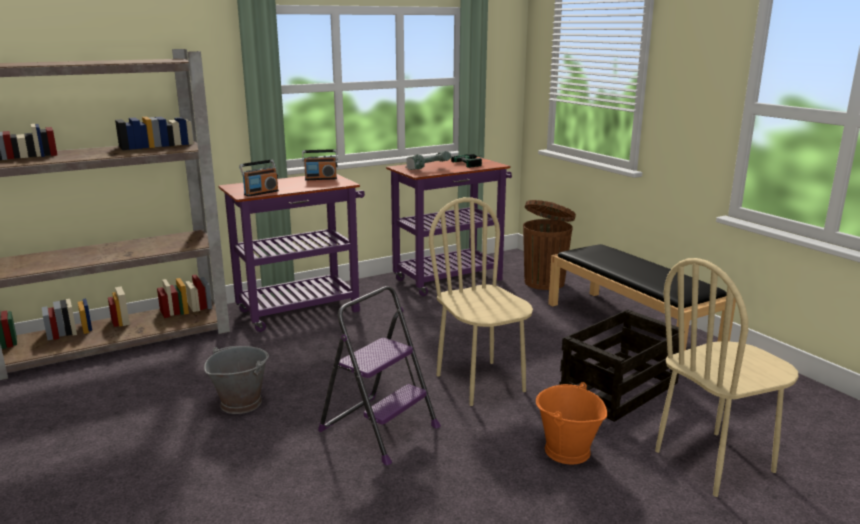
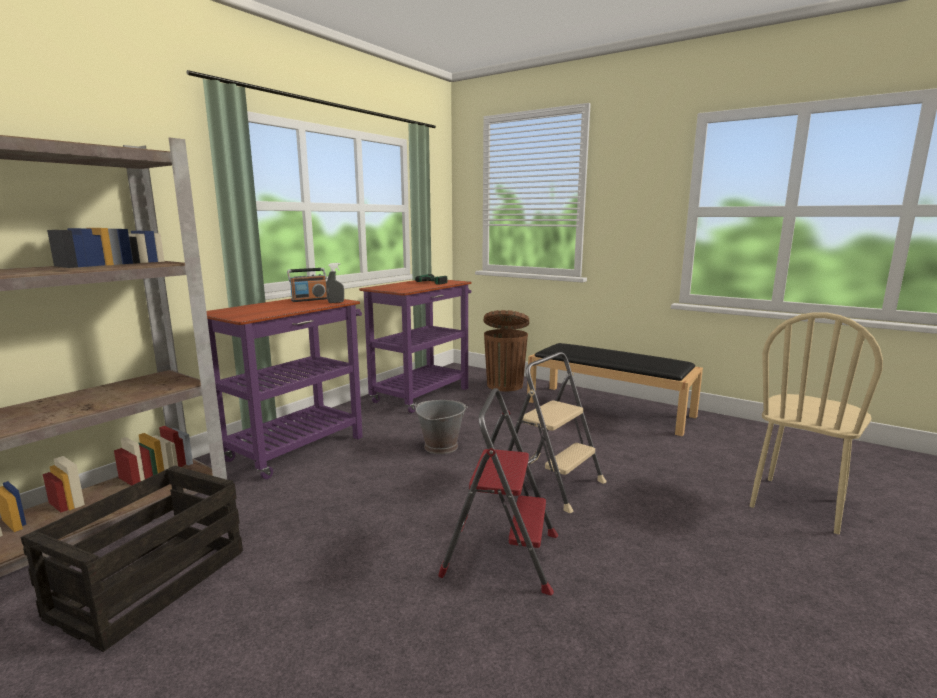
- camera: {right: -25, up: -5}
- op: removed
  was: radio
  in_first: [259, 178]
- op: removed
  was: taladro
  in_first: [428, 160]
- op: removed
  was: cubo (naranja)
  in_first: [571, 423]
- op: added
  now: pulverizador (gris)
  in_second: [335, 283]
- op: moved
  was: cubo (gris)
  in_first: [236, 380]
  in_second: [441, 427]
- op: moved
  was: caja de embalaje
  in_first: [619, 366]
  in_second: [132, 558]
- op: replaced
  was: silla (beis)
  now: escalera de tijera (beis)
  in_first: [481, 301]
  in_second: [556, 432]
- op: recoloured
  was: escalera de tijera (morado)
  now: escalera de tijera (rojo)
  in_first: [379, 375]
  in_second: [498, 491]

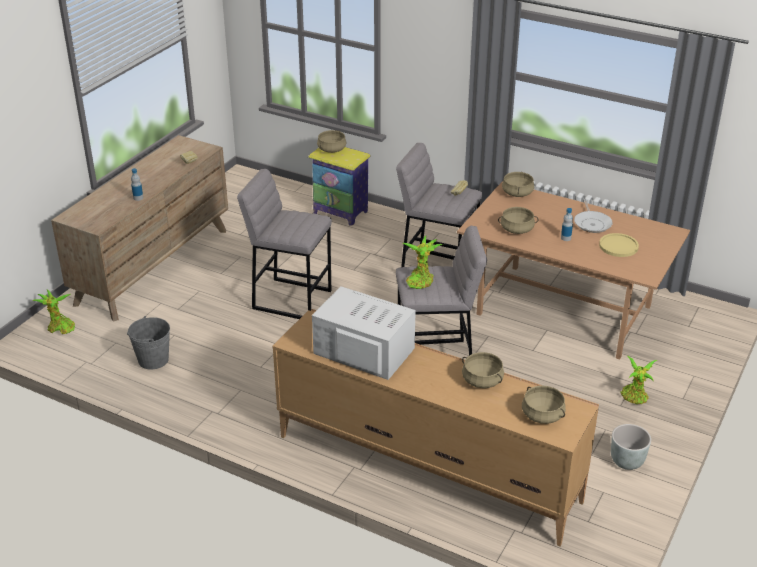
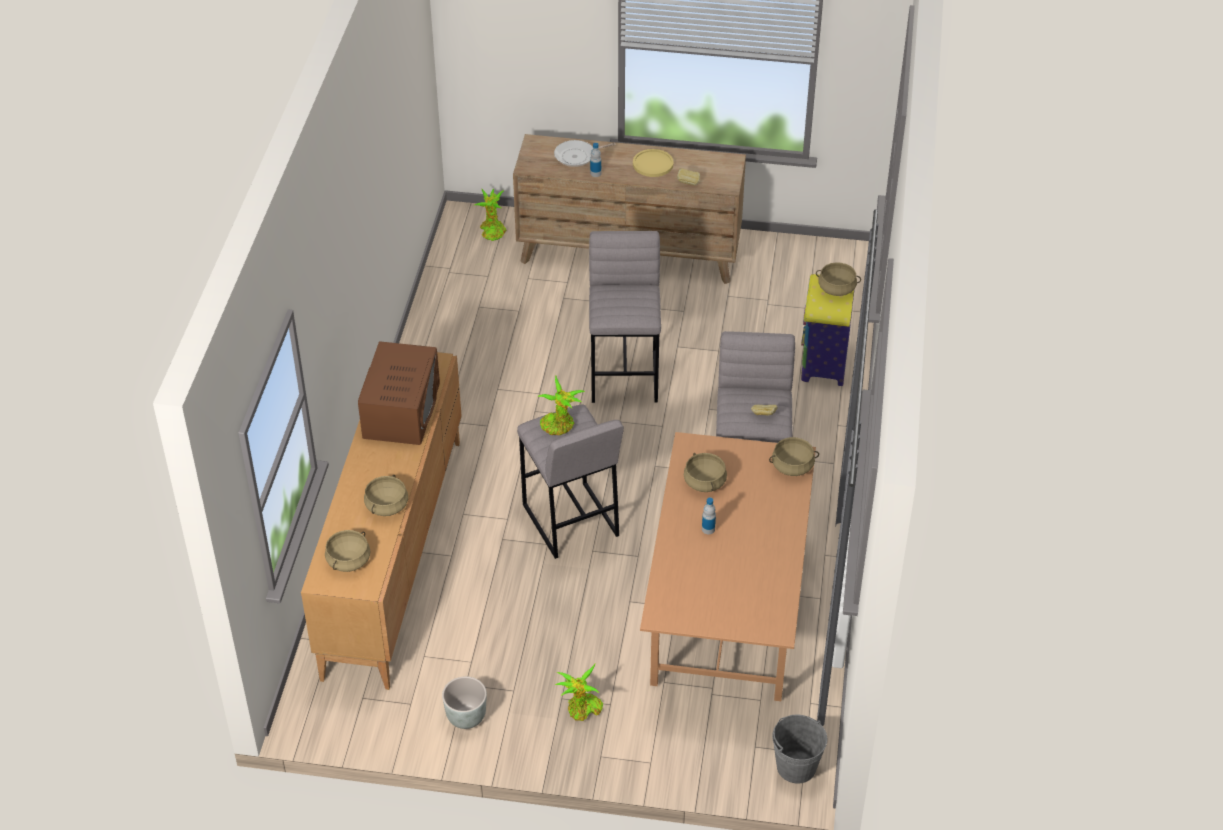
- camera: {right: 70, up: 10}
- op: moved
  was: cubo (gris)
  in_first: [148, 343]
  in_second: [800, 749]
- op: moved
  was: sartén
  in_first: [593, 217]
  in_second: [584, 153]
- op: moved
  was: plato (amarillo)
  in_first: [619, 245]
  in_second: [653, 163]
- op: recoloured
  was: microondas (blanco)
  now: microondas (marrón)
  in_first: [364, 333]
  in_second: [399, 393]

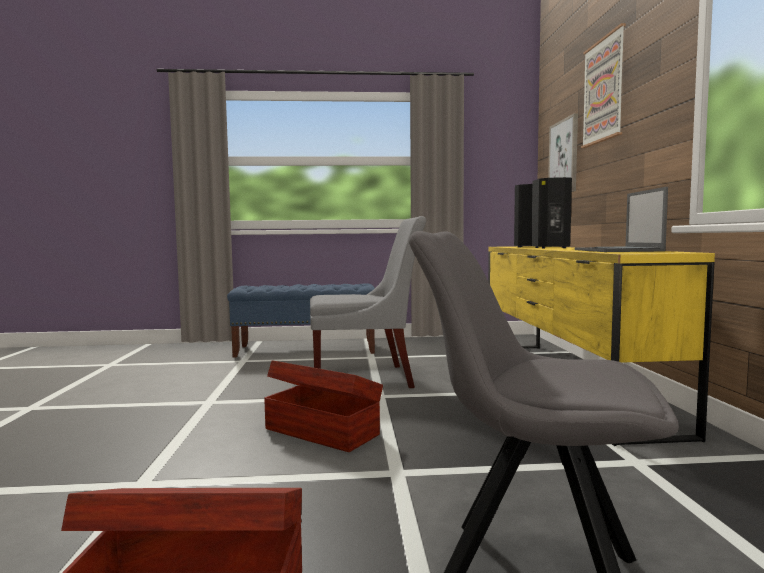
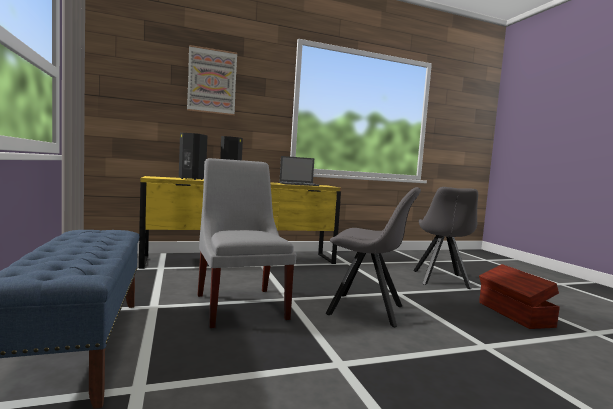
- camera: {right: -105, up: 0}
- op: removed
  was: cuadro
  in_first: [563, 152]
- op: replaced
  was: caja de almacenaje (marrón)
  now: silla (gris)
  in_first: [323, 406]
  in_second: [373, 257]

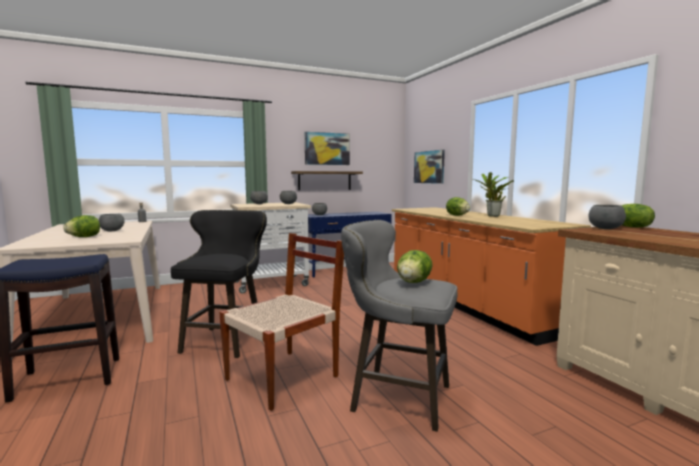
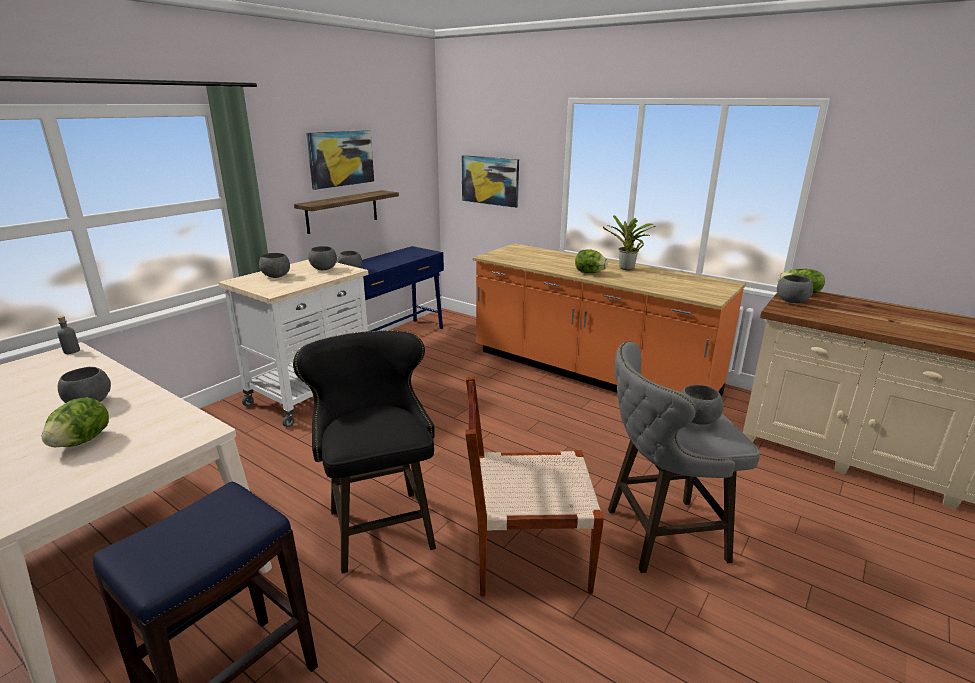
- camera: {right: -30, up: 15}
- op: replaced
  was: lechuga
  now: cuenco (gris)
  in_first: [415, 266]
  in_second: [702, 405]
- op: turned
  was: silla
  in_first: [282, 322]
  in_second: [534, 486]
  clockwise: -105

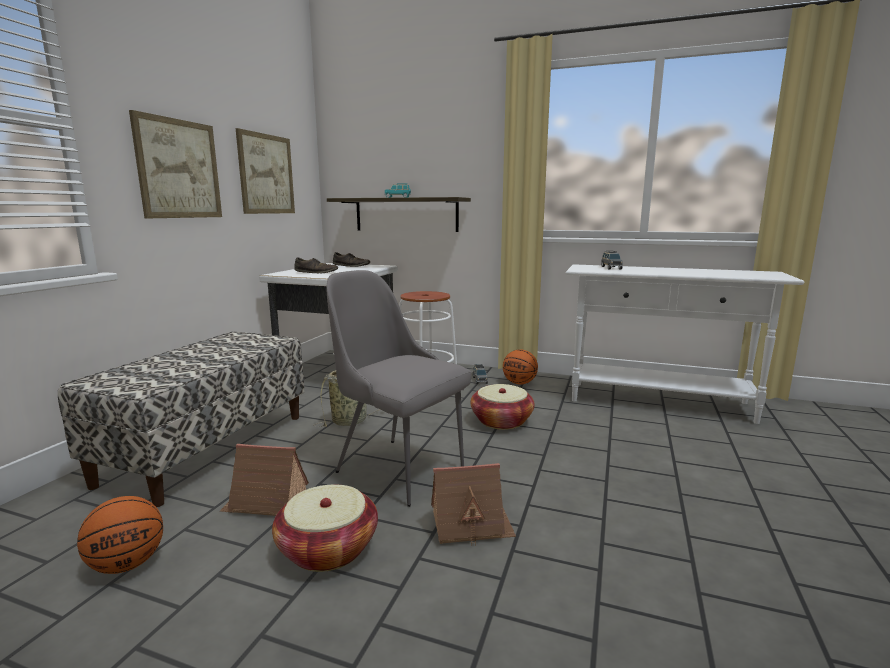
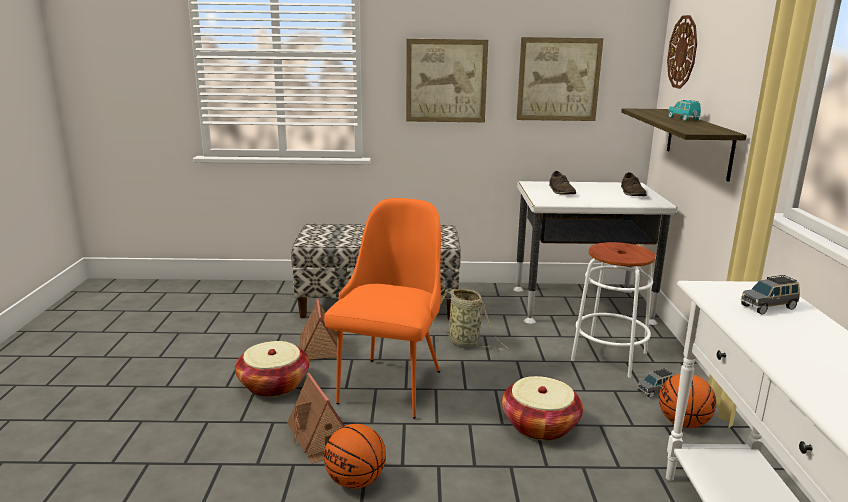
- camera: {right: 70, up: 5}
- op: added
  now: reloj de pared
  in_second: [682, 52]
- op: moved
  was: balón de baloncesto
  in_first: [120, 535]
  in_second: [355, 456]
- op: recoloured
  was: silla (gris)
  now: silla (naranja)
  in_first: [399, 388]
  in_second: [382, 308]

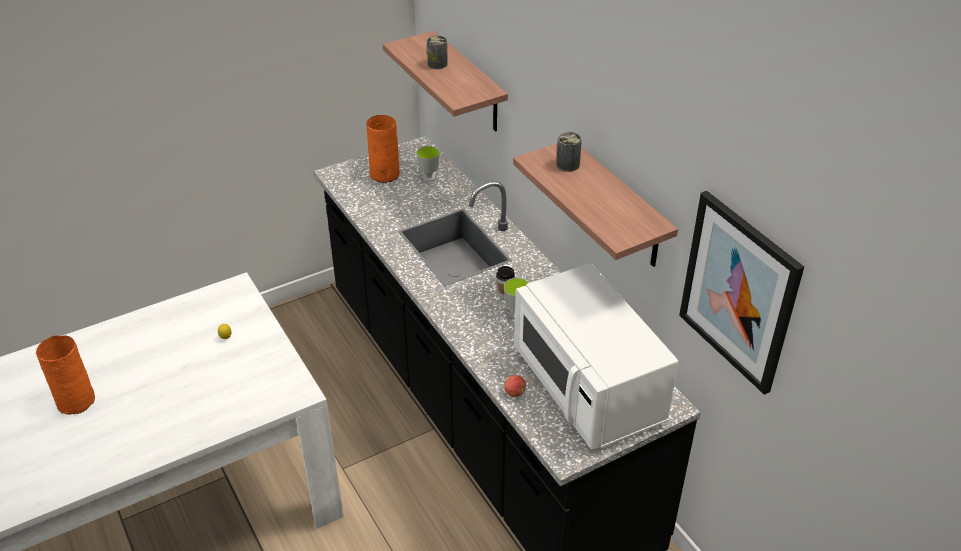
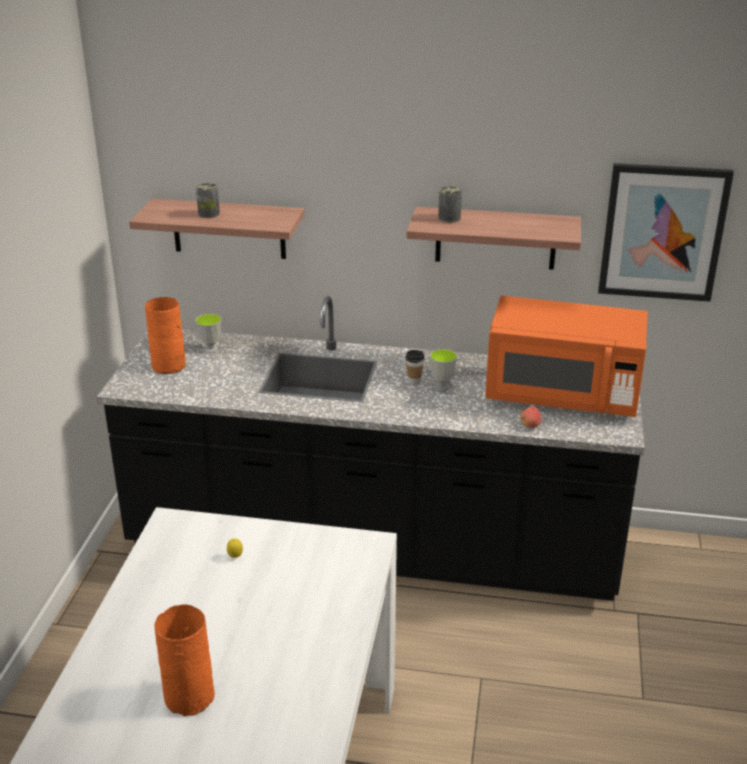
- camera: {right: -50, up: -10}
- op: recoloured
  was: microondas (blanco)
  now: microondas (naranja)
  in_first: [596, 356]
  in_second: [566, 356]

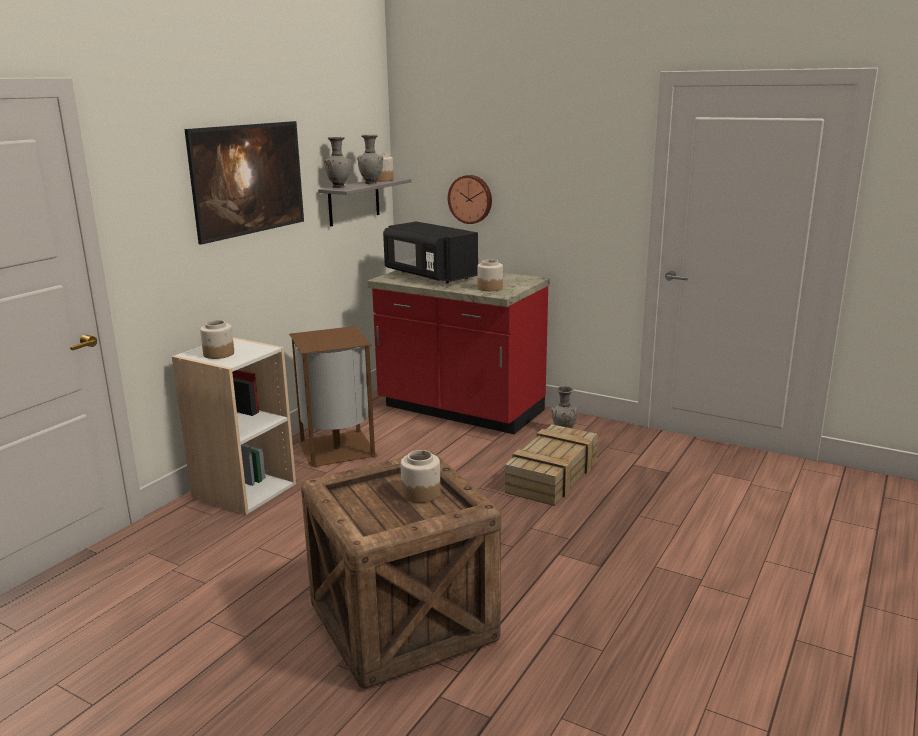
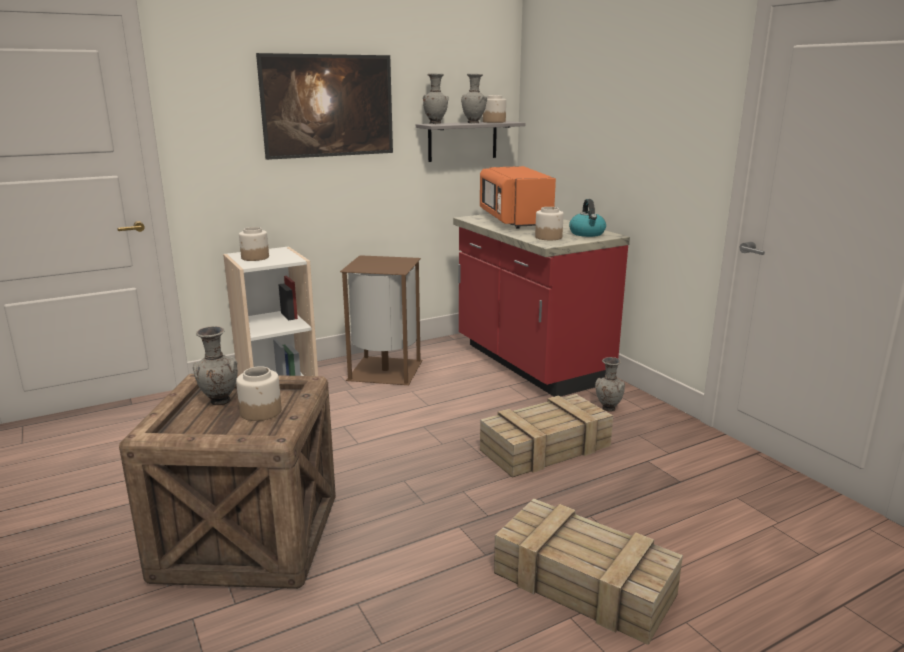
- camera: {right: 30, up: 0}
- op: removed
  was: reloj de pared
  in_first: [470, 199]
- op: added
  now: florero (gris)
  in_second: [215, 365]
- op: added
  now: caja de embalaje
  in_second: [588, 572]
- op: added
  now: hervidor
  in_second: [587, 218]
- op: recoloured
  was: microondas (negro)
  now: microondas (naranja)
  in_first: [430, 253]
  in_second: [518, 197]

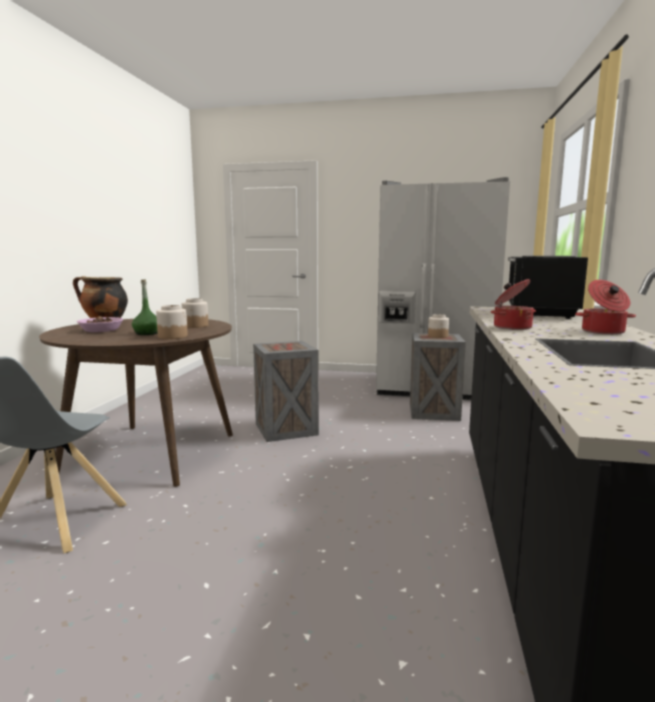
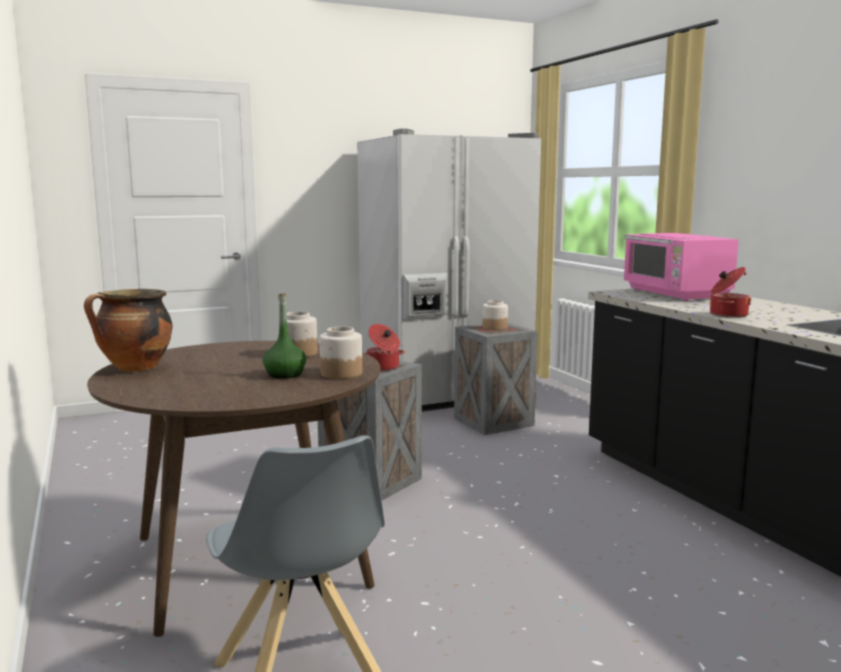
- camera: {right: -35, up: 0}
- op: removed
  was: cuenco
  in_first: [100, 324]
- op: moved
  was: olla
  in_first: [605, 307]
  in_second: [385, 347]
- op: recoloured
  was: microondas (negro)
  now: microondas (rosa)
  in_first: [548, 287]
  in_second: [681, 267]

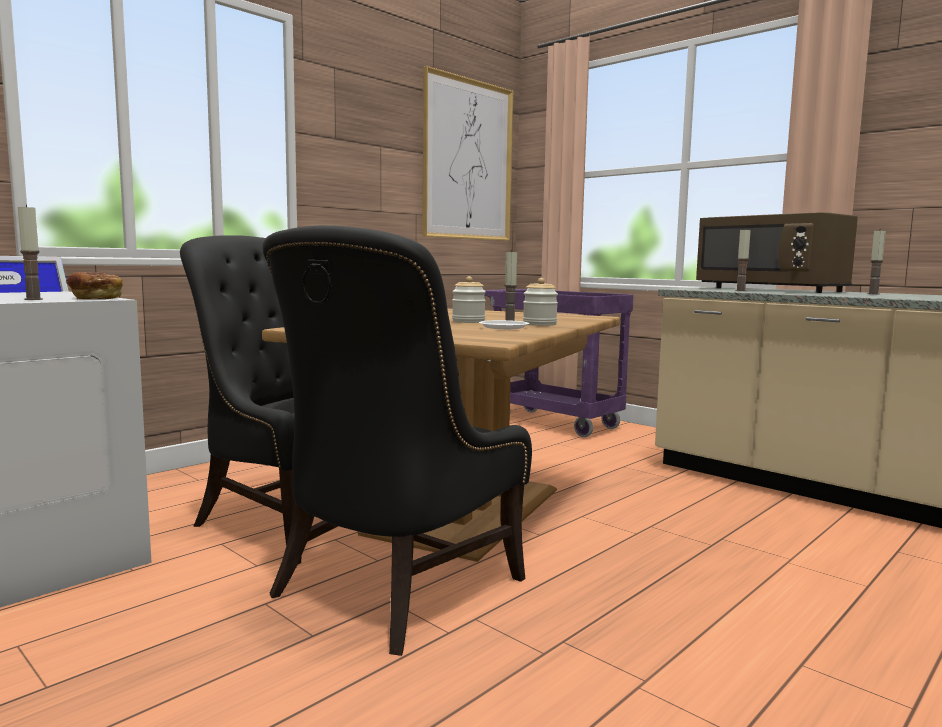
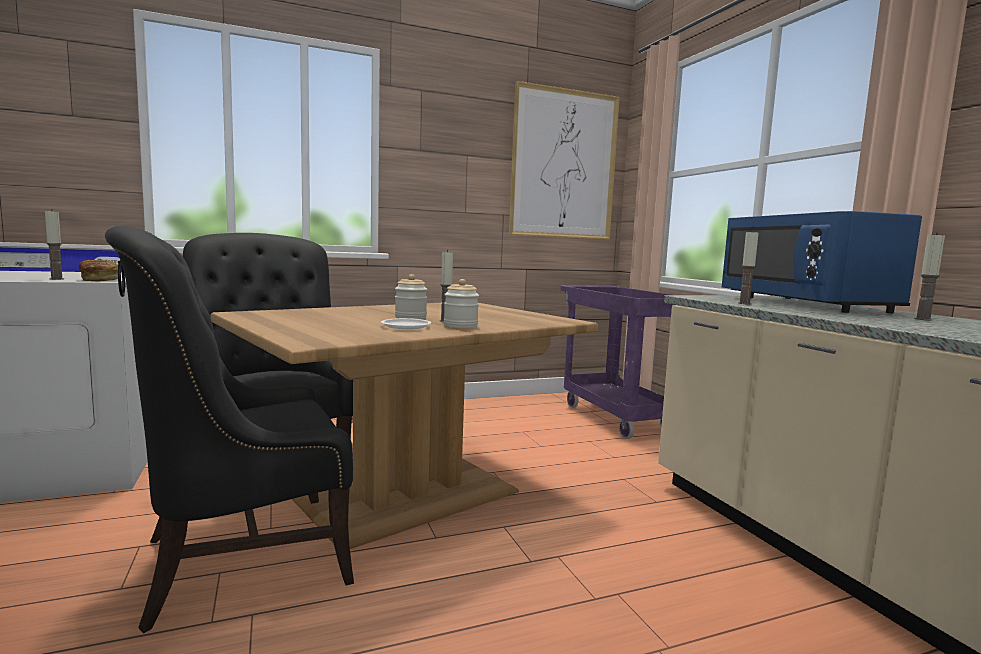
- camera: {right: 25, up: 0}
- op: recoloured
  was: microondas (marrón)
  now: microondas (azul)
  in_first: [777, 252]
  in_second: [822, 262]

